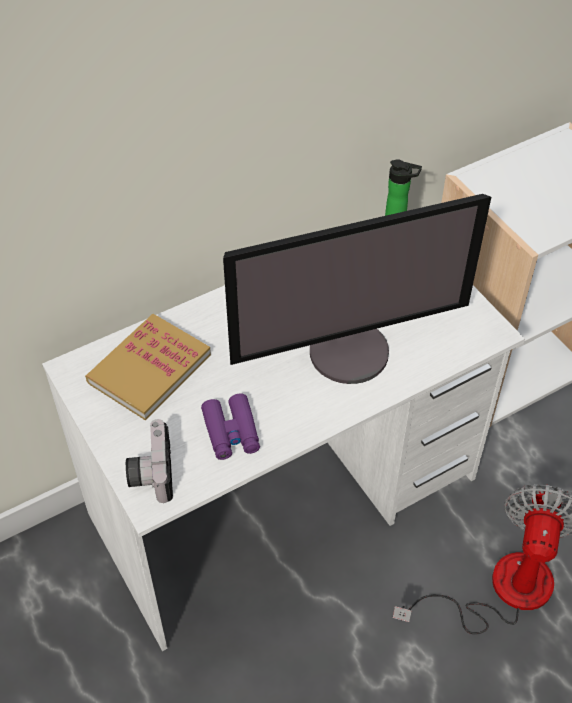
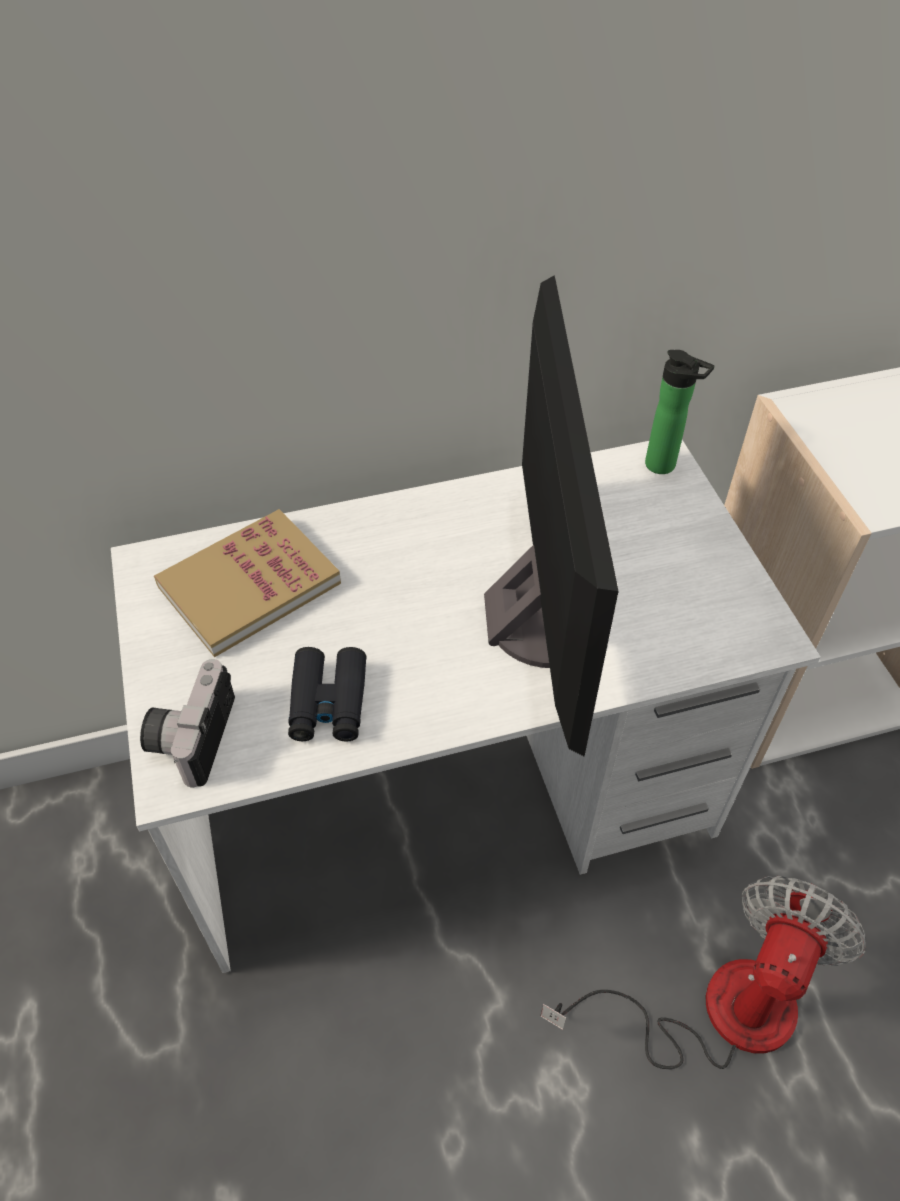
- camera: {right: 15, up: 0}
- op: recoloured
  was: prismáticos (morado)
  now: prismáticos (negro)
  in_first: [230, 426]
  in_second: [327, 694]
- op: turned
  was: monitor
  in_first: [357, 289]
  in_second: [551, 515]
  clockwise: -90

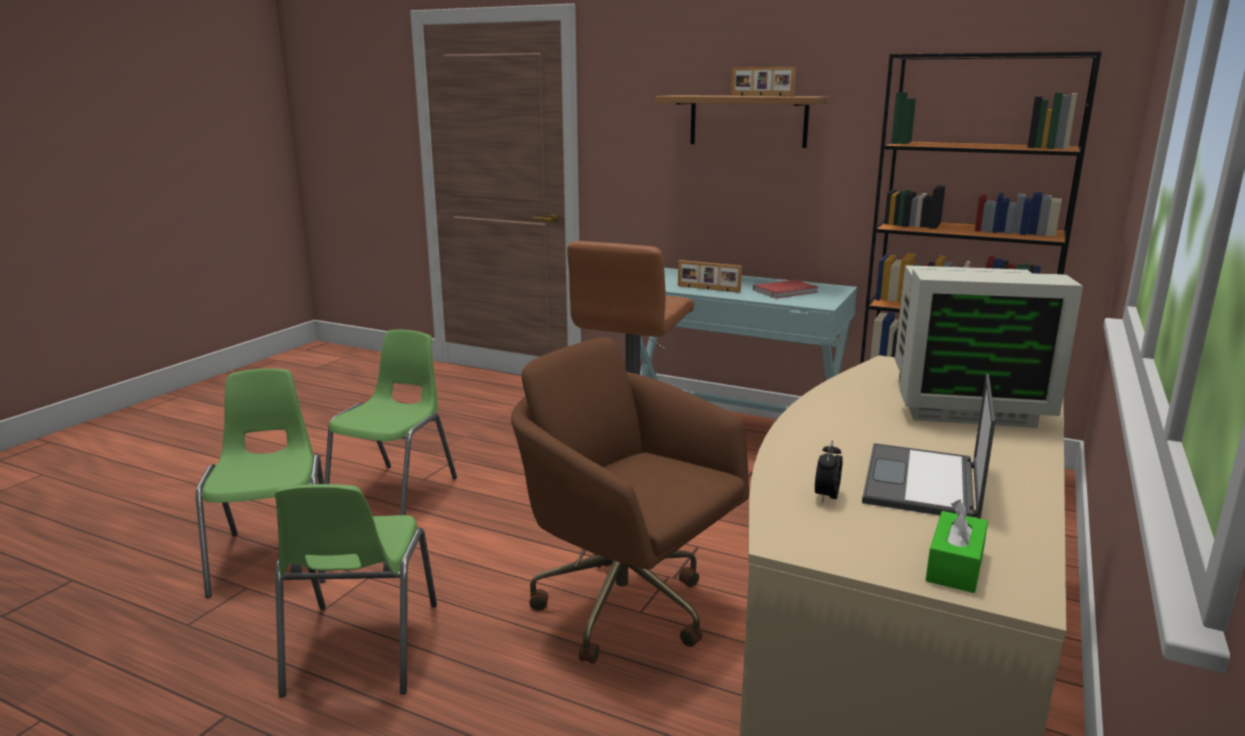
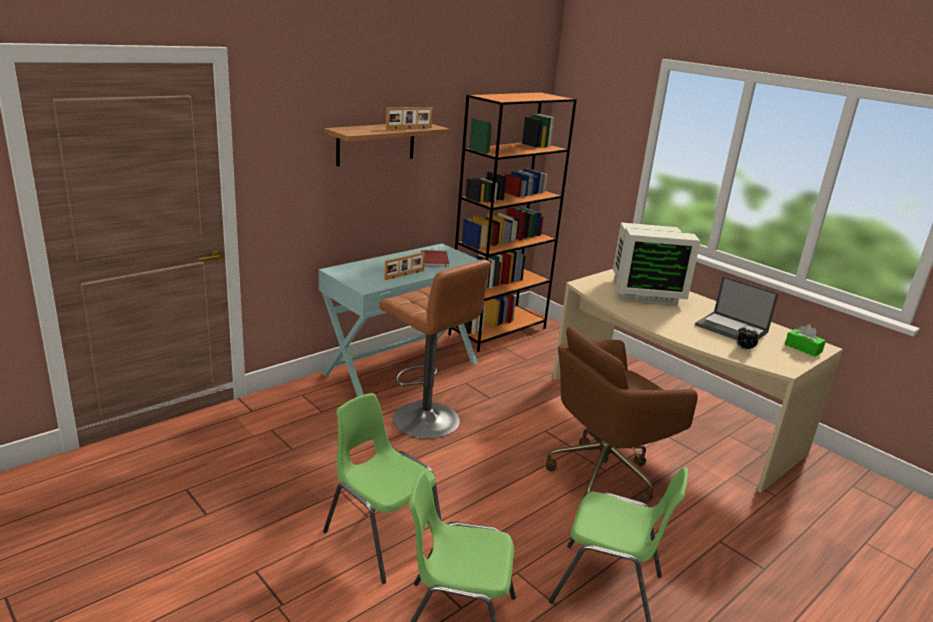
- camera: {right: -70, up: 5}
- op: turned
  was: monitor
  in_first: [989, 346]
  in_second: [657, 263]
  clockwise: 60

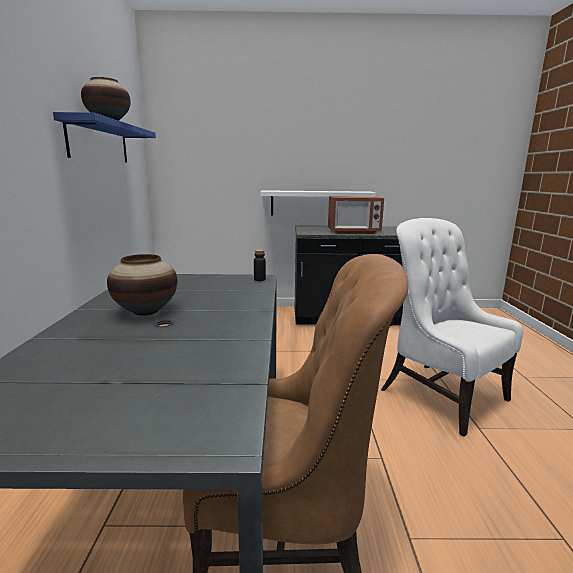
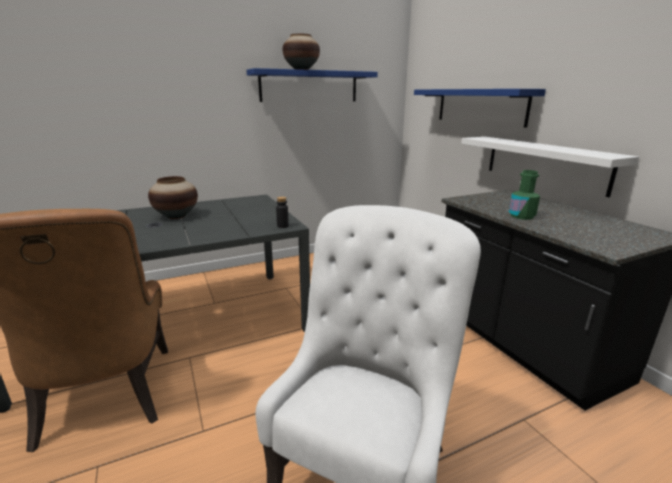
- camera: {right: 65, up: 5}
- op: added
  now: estante (azul)
  in_second: [480, 108]
- op: replaced
  was: microondas
  now: botella (verde)
  in_first: [356, 215]
  in_second: [524, 195]

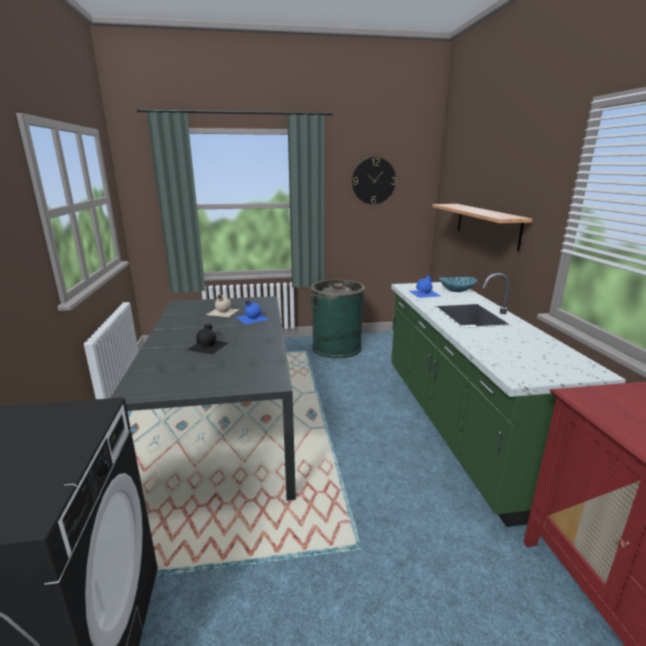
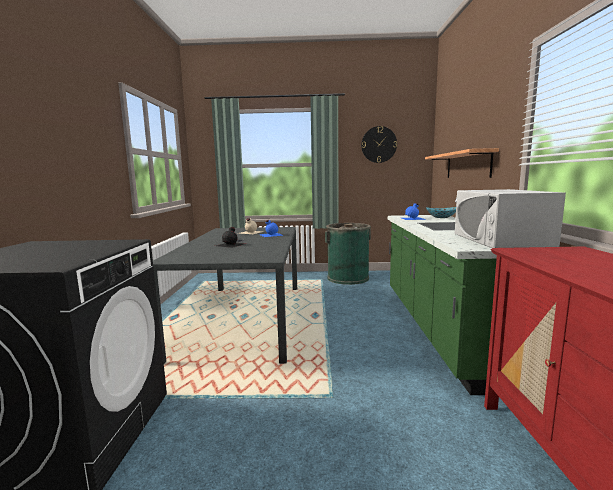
- camera: {right: 10, up: -10}
- op: added
  now: microondas (blanco)
  in_second: [510, 218]

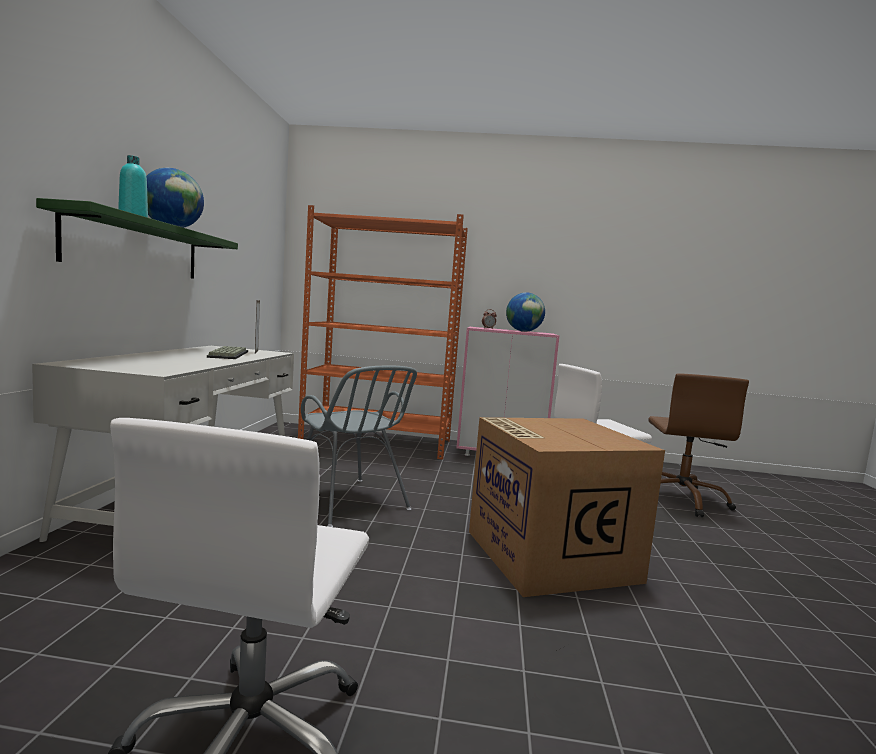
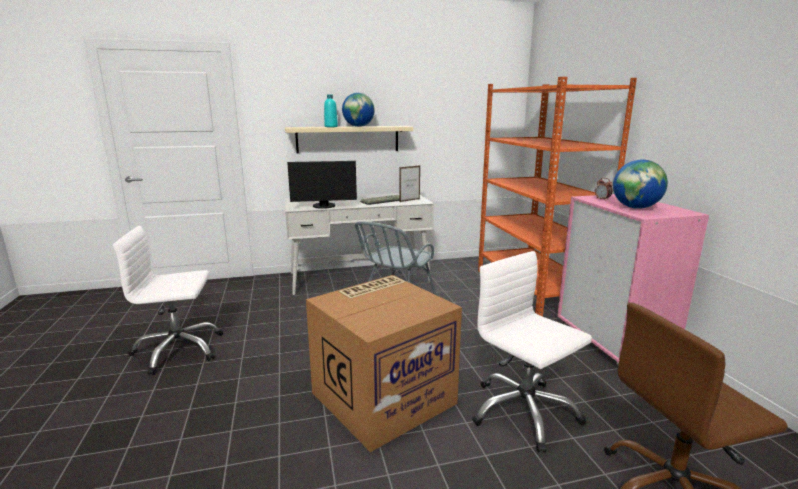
- camera: {right: 70, up: 10}
- op: added
  now: monitor
  in_second: [322, 185]
- op: recoloured
  was: estante (verde)
  now: estante (beis)
  in_first: [137, 238]
  in_second: [349, 139]

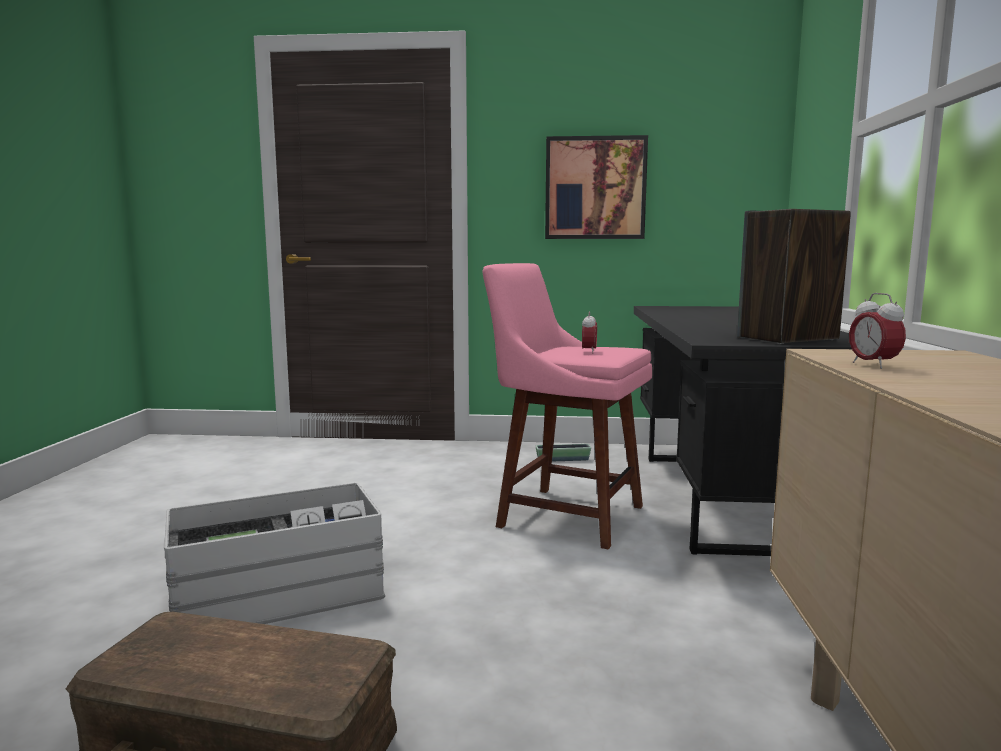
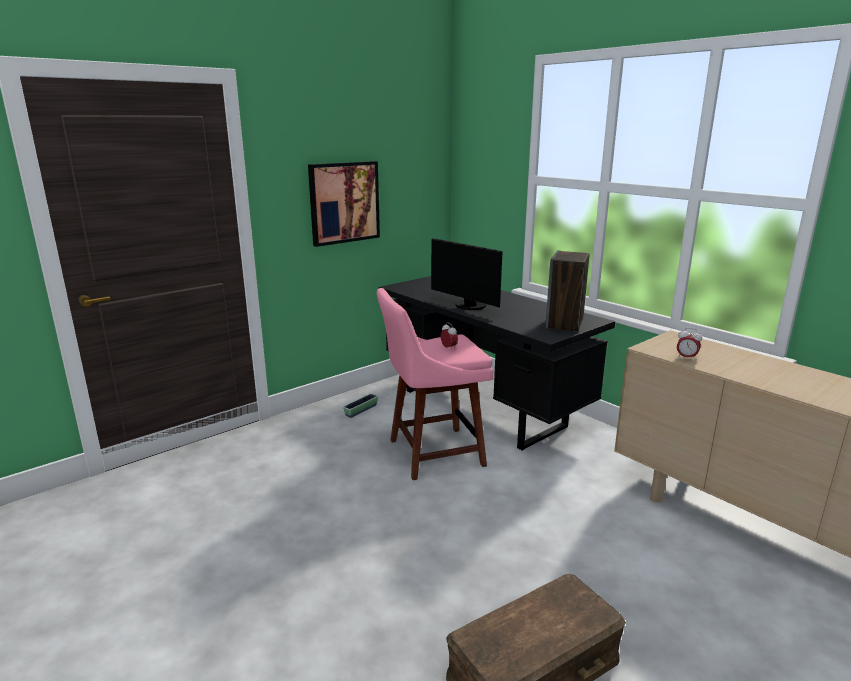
- camera: {right: -45, up: 10}
- op: removed
  was: caja de almacenaje (gris)
  in_first: [274, 553]
- op: added
  now: monitor
  in_second: [466, 274]

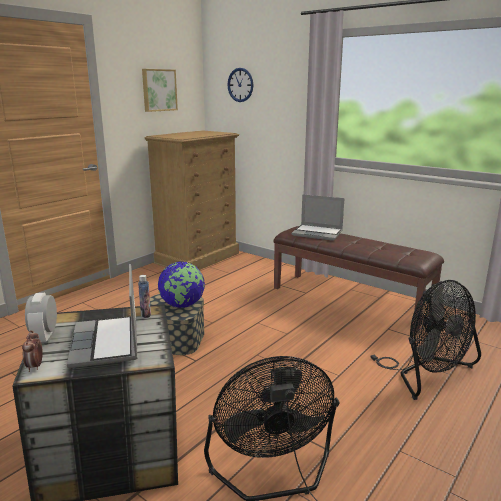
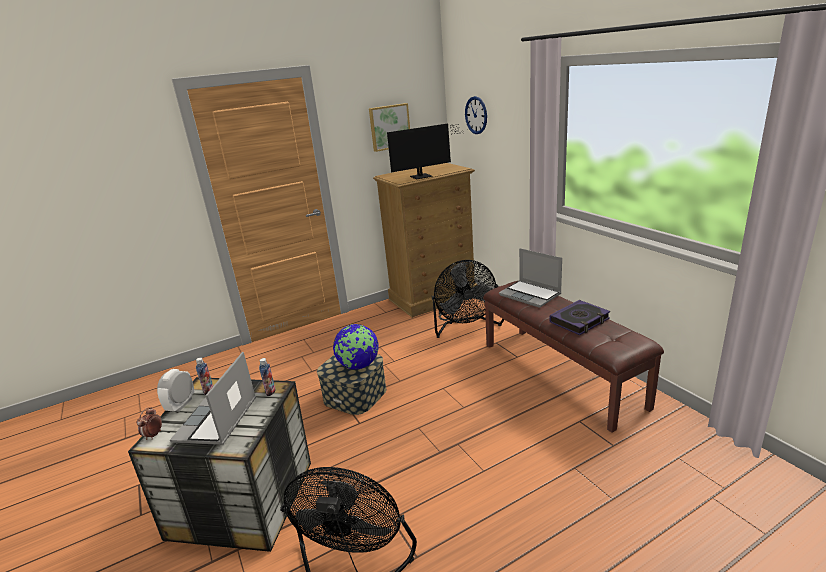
- camera: {right: 25, up: 5}
- op: added
  now: botella
  in_second: [204, 376]
- op: added
  now: monitor
  in_second: [424, 151]
- op: added
  now: libro
  in_second: [580, 317]
- op: moved
  was: ventilador (negro)
  in_first: [426, 340]
  in_second: [468, 299]

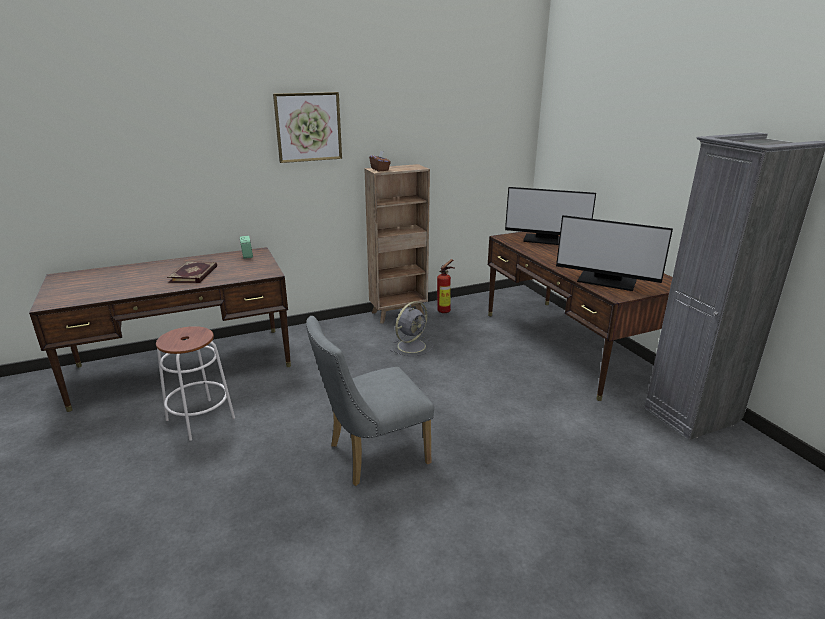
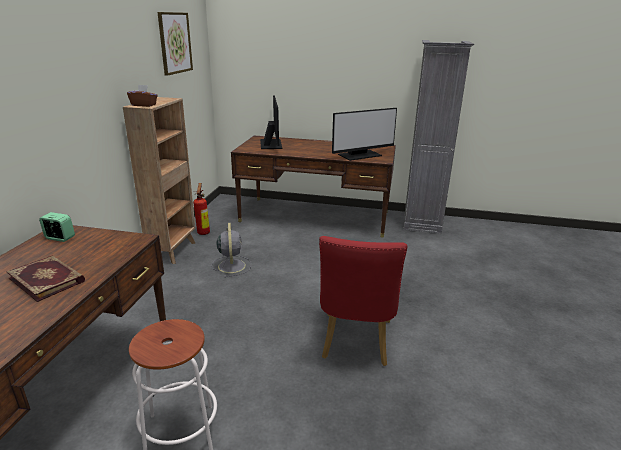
- camera: {right: -55, up: 0}
- op: moved
  was: cuadro
  in_first: [307, 127]
  in_second: [175, 44]
- op: recoloured
  was: silla (gris)
  now: silla (rojo)
  in_first: [370, 401]
  in_second: [363, 301]
- op: turned
  was: monitor
  in_first: [550, 216]
  in_second: [271, 122]
  clockwise: -60

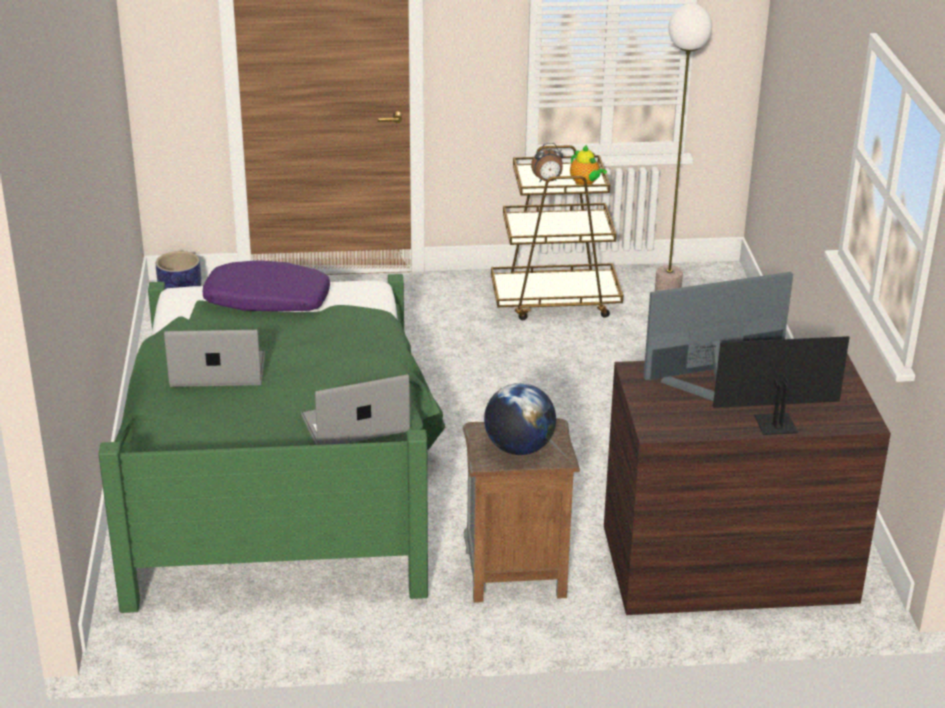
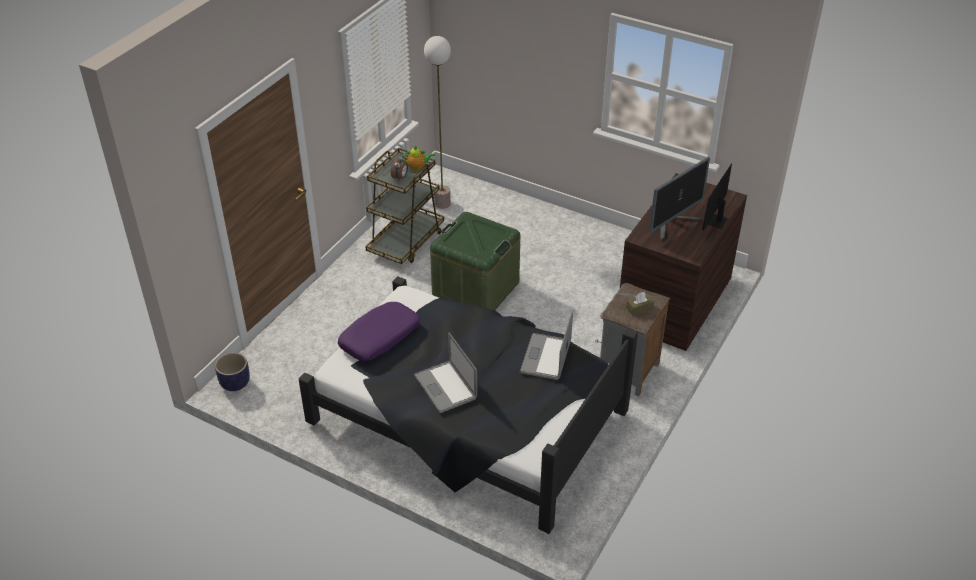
- camera: {right: -55, up: 10}
- op: added
  now: caja de almacenaje (verde)
  in_second: [475, 261]
- op: replaced
  was: globo terráqueo
  now: caja de pañuelos (marrón)
  in_first: [520, 419]
  in_second: [640, 304]
- op: recoloured
  was: cama (verde)
  now: cama (negro)
  in_first: [271, 443]
  in_second: [468, 405]
- op: turned
  was: portátil
  in_first: [214, 358]
  in_second: [445, 373]
  clockwise: -60
- op: turned
  was: monitor
  in_first: [718, 336]
  in_second: [679, 198]
  clockwise: -150

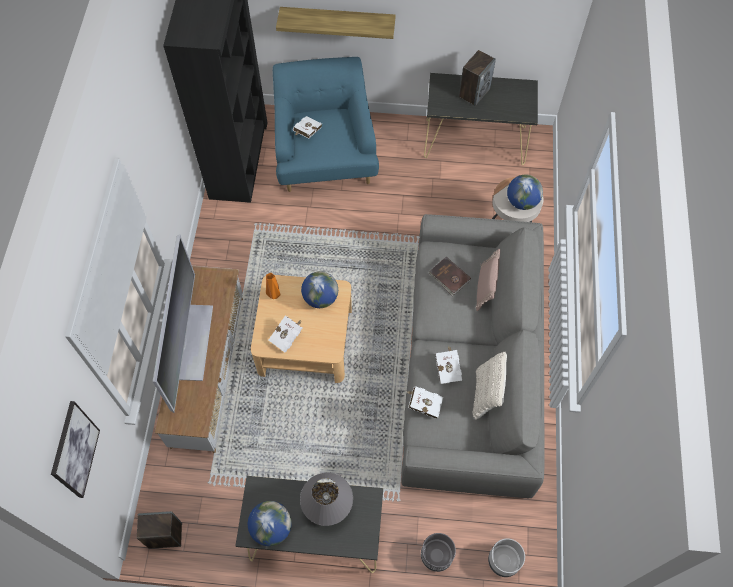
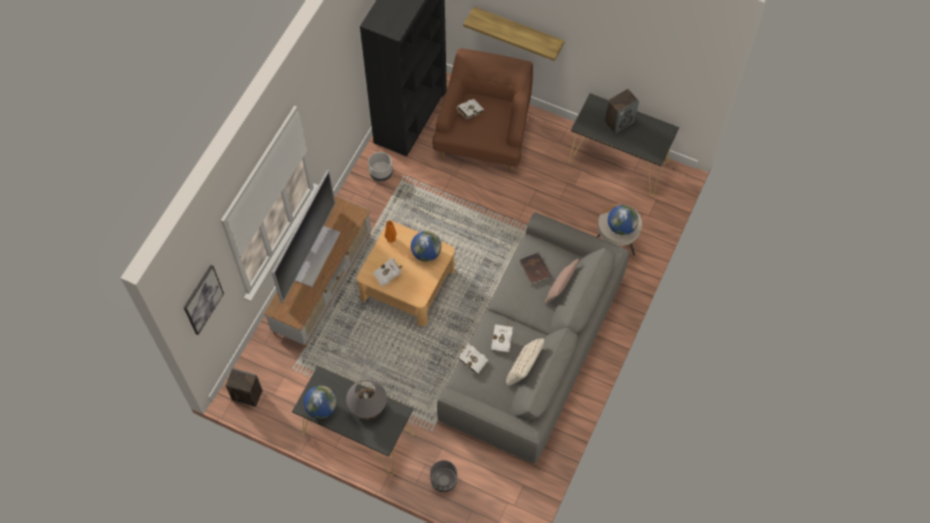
- camera: {right: 20, up: 0}
- op: moved
  was: maceta (gris)
  in_first: [506, 557]
  in_second: [380, 166]
- op: recoloured
  was: sillón (azul)
  now: sillón (marrón)
  in_first: [326, 124]
  in_second: [482, 109]

